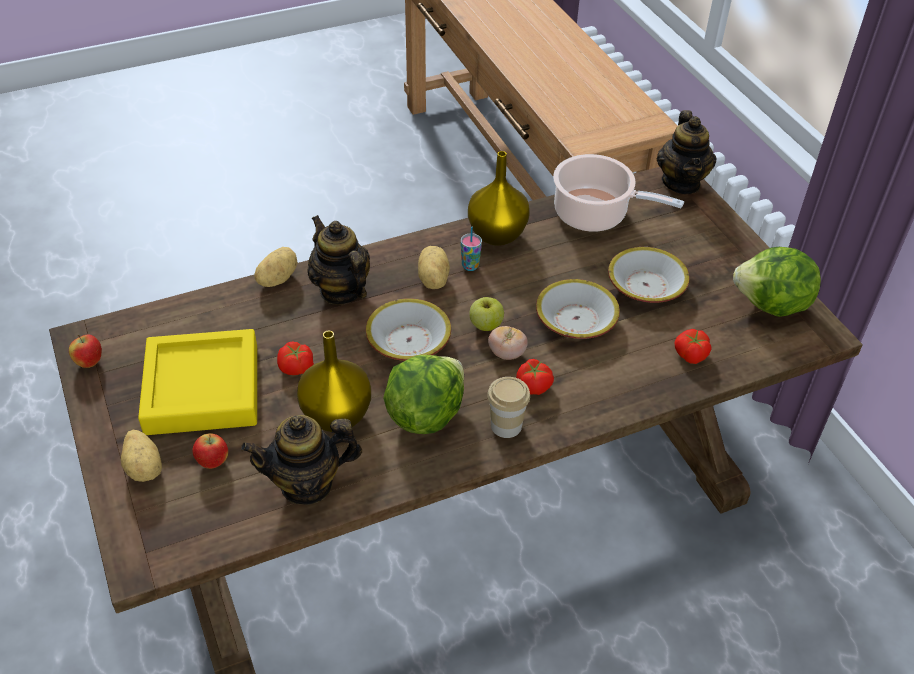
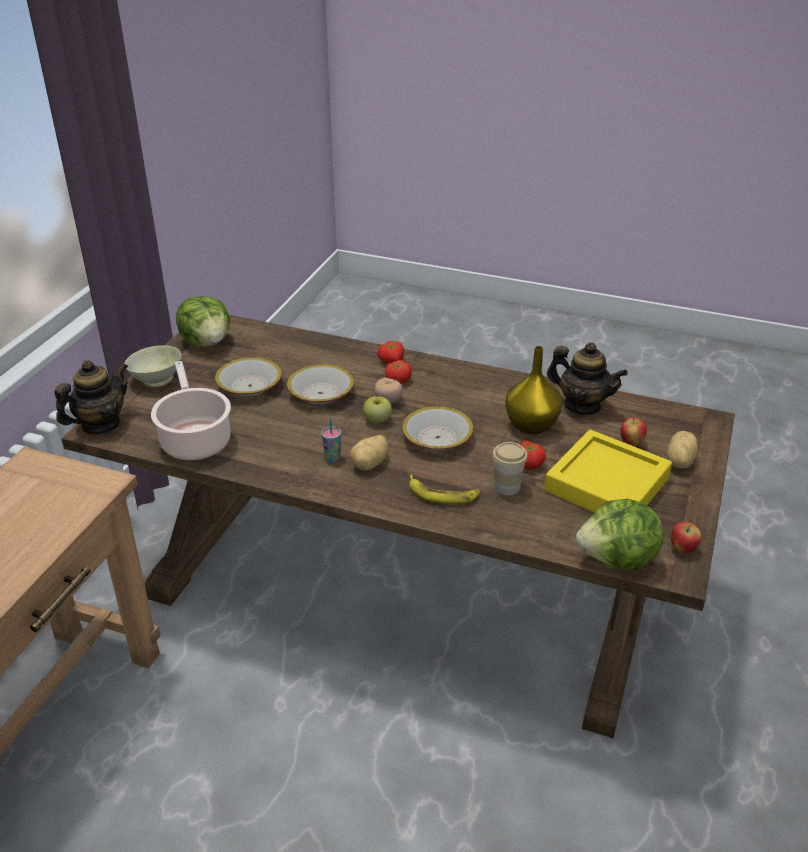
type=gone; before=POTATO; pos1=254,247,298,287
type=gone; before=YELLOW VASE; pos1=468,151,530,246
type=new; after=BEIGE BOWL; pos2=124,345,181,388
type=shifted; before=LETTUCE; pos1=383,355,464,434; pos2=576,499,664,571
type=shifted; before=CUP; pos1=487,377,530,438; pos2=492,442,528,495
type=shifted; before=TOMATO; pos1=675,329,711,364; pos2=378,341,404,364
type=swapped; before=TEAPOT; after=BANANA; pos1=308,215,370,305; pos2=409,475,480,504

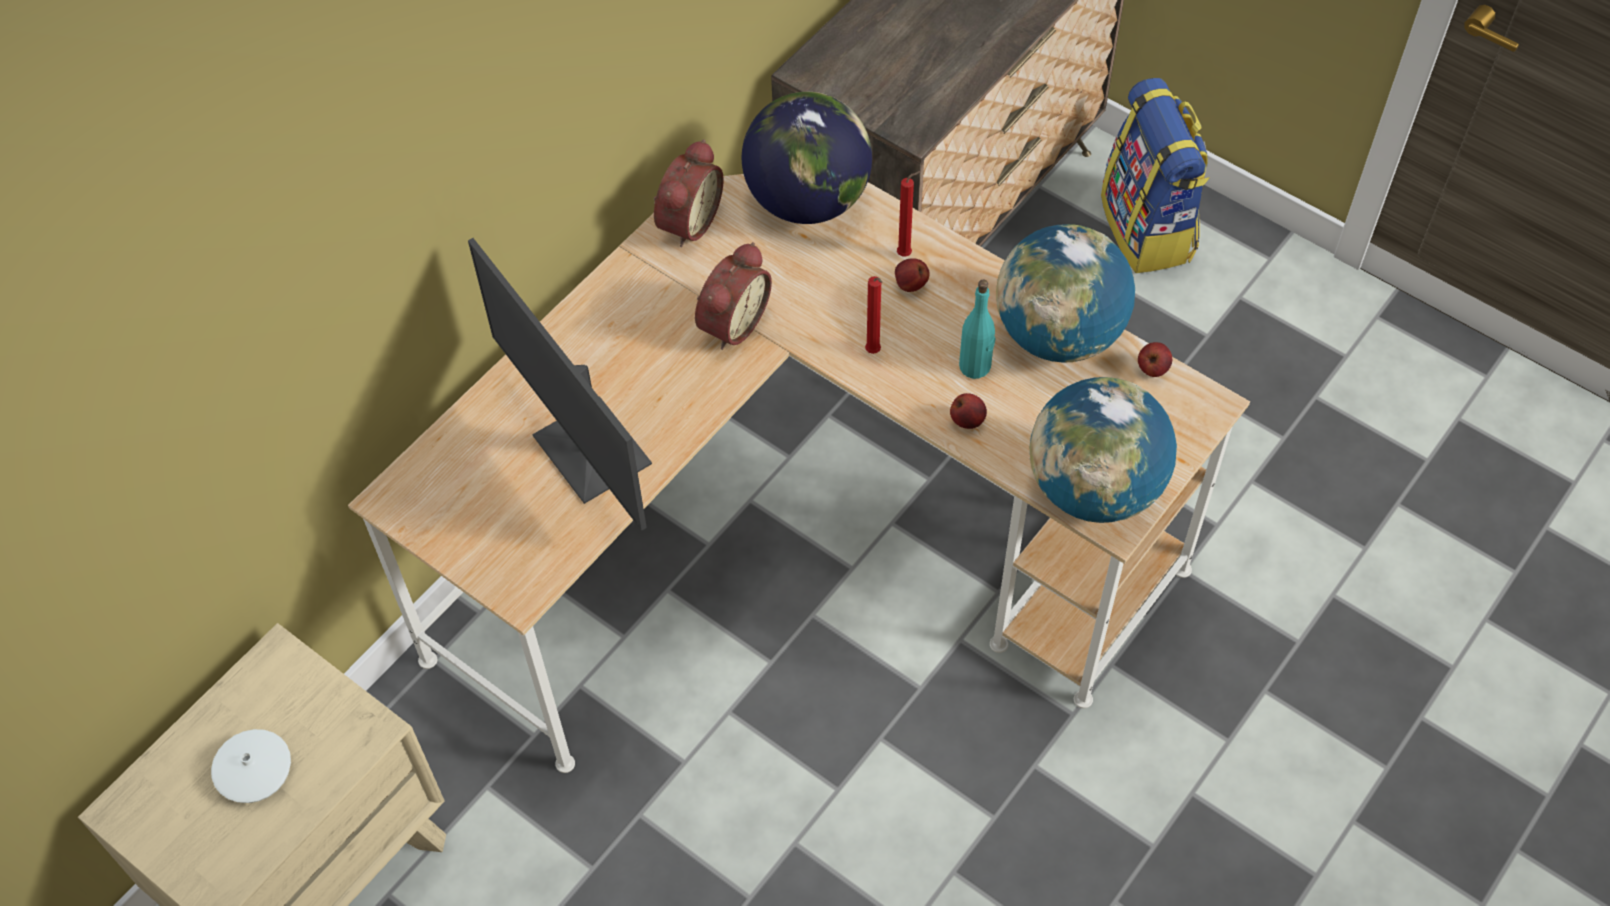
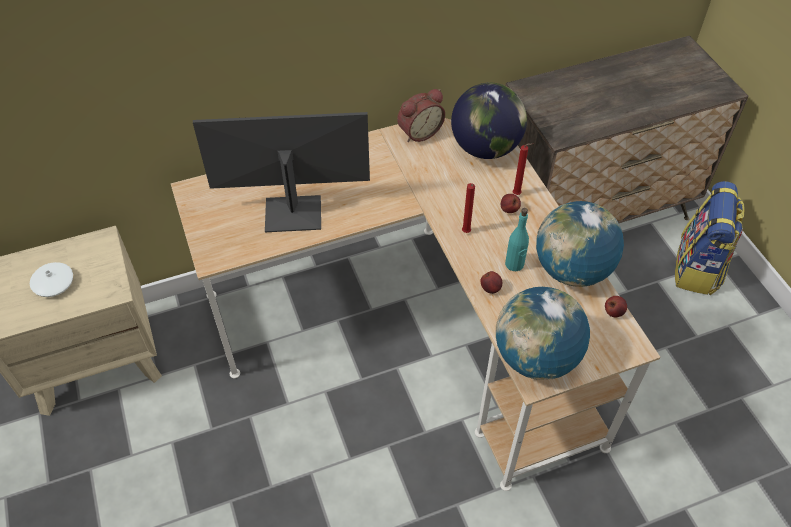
type=gone; before=ALARM CLOCK; pos1=695,242,772,350
type=rotated; before=MONITOR; pos1=468,238,652,531; pos2=193,112,370,232; turn=90

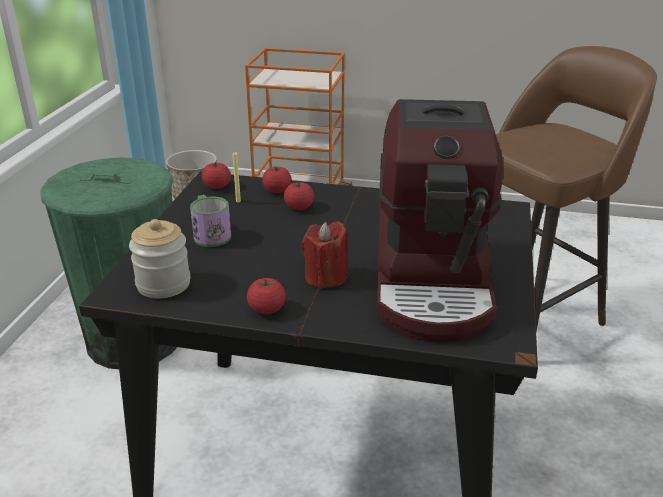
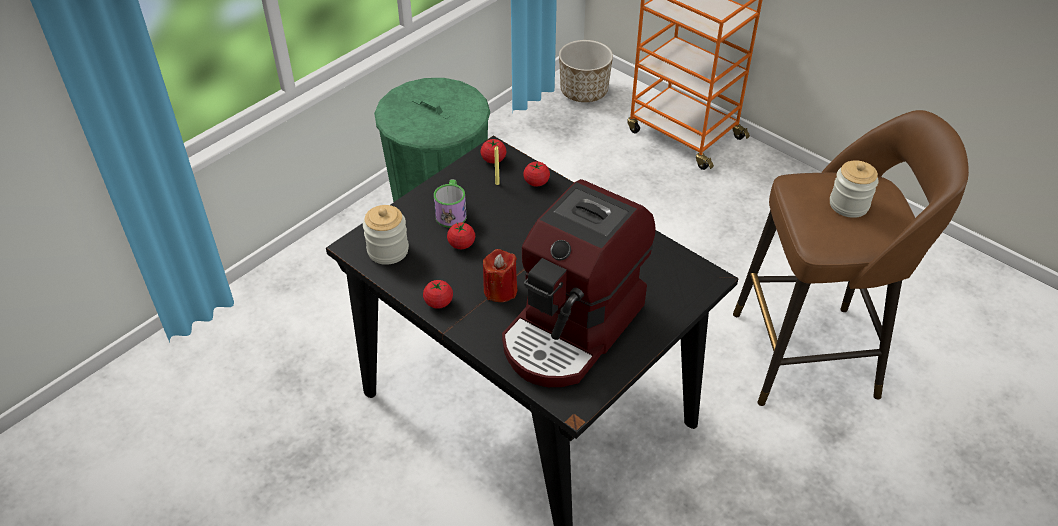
type=new; after=JAR; pos2=830,160,879,218
type=shifted; before=TOMATO; pos1=284,181,314,210; pos2=447,223,475,249

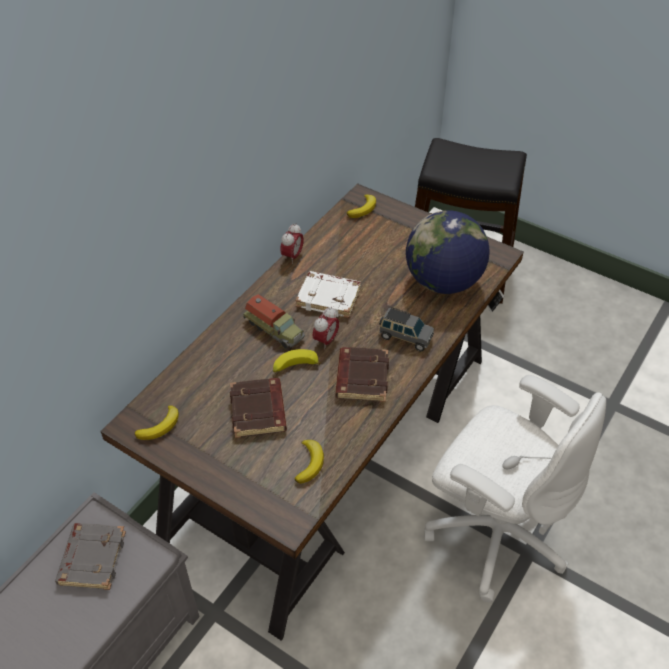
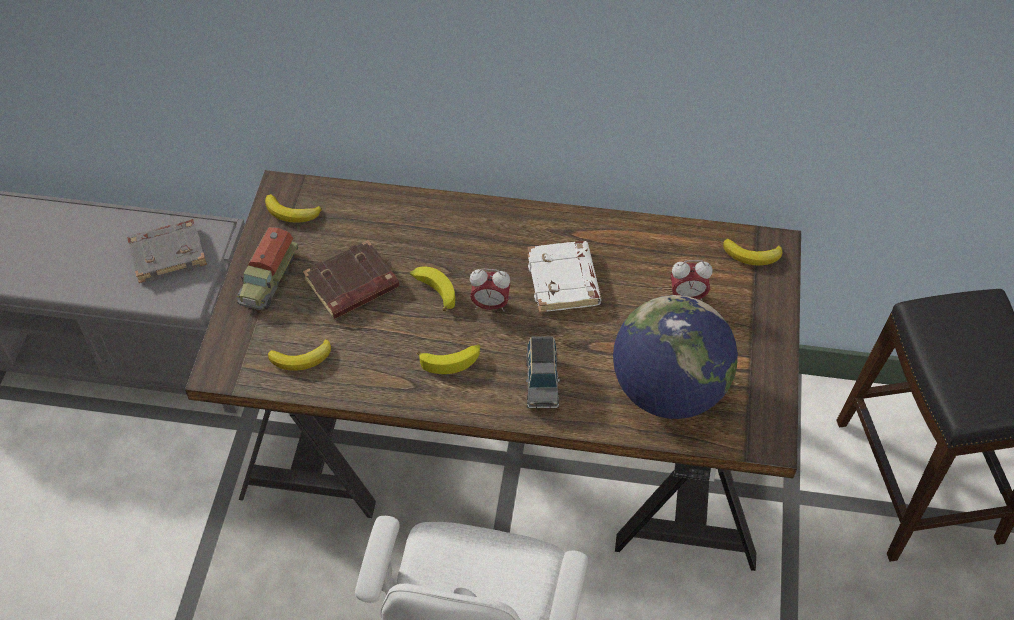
type=shifted; before=TOY TRUCK; pos1=243,294,305,349; pos2=237,227,298,310
type=shifted; before=ALARM CLOCK; pos1=280,223,304,264; pos2=670,260,713,301
type=swapped; before=BROWN BOOK; after=BANANA; pos1=335,347,389,402; pos2=417,344,480,374

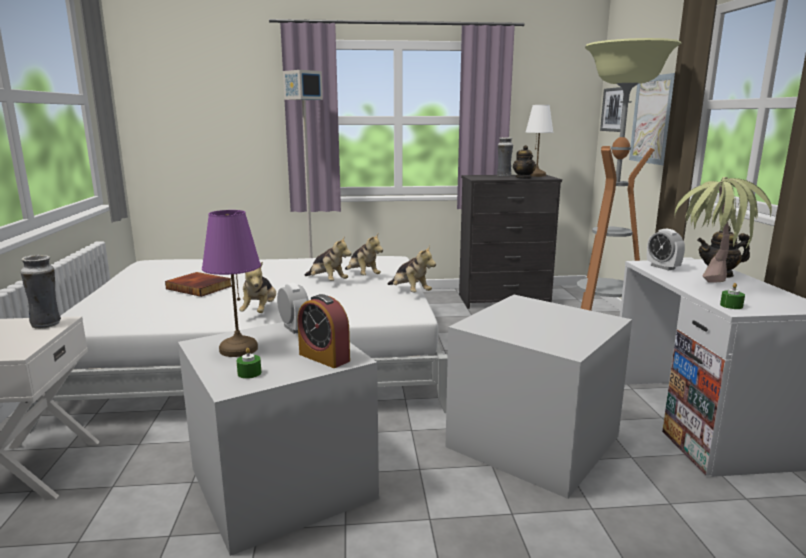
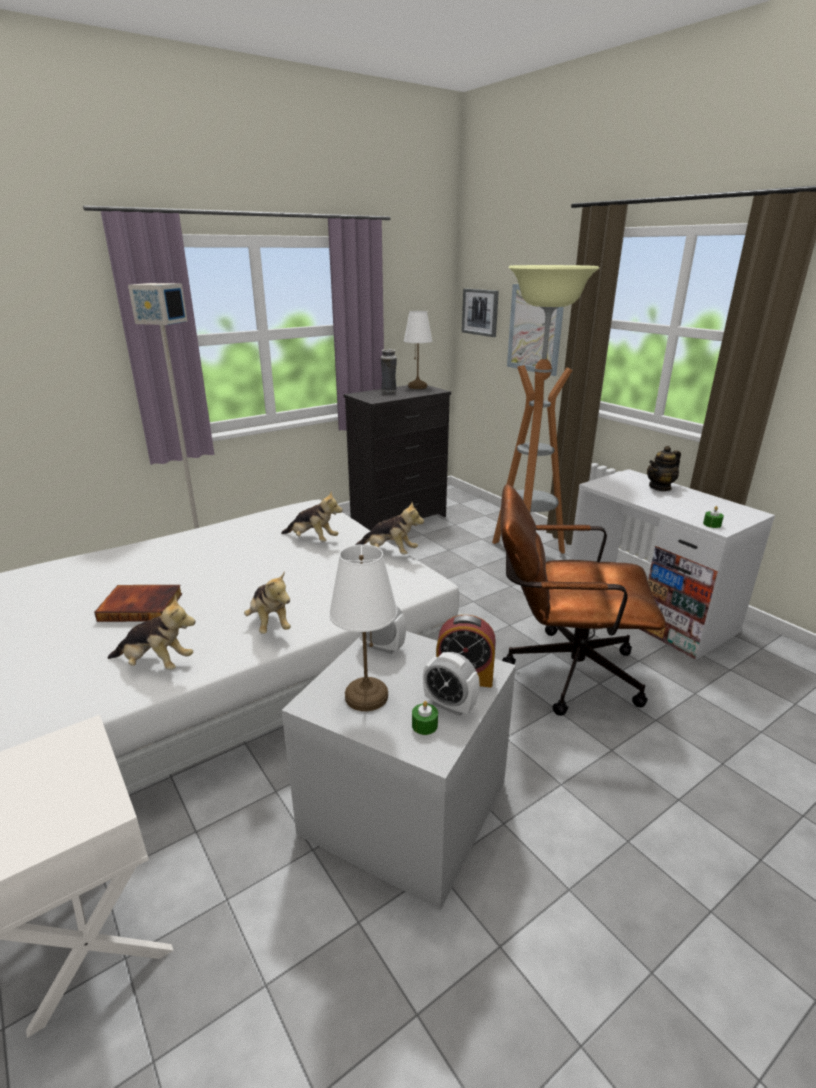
type=gone; before=VASE; pos1=21,255,61,329
type=gone; before=TEAPOT; pos1=513,145,536,179
type=gone; before=POTTED PLANT; pos1=675,177,772,283
type=shifted; before=PLUSH TOY; pos1=304,238,352,281; pos2=108,595,196,670
type=shifted; before=ALARM CLOCK; pos1=647,228,685,270; pos2=423,652,480,716
type=swapped; before=GREY STORAGE BOX; after=BROWN OFFICE CHAIR; pos1=446,295,632,499; pos2=501,484,666,716
type=repainted; before=PURPLE TABLE LAMP; after=WHITE TABLE LAMP; pos1=202,210,261,357; pos2=329,544,397,711

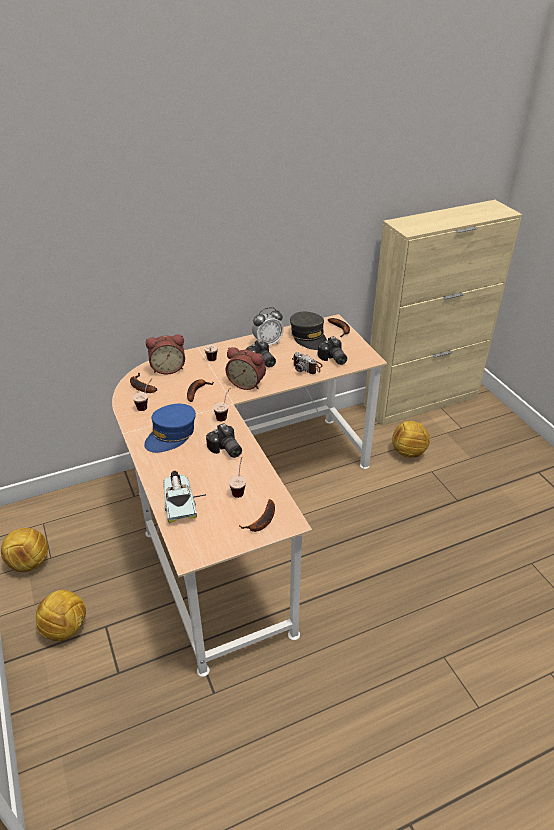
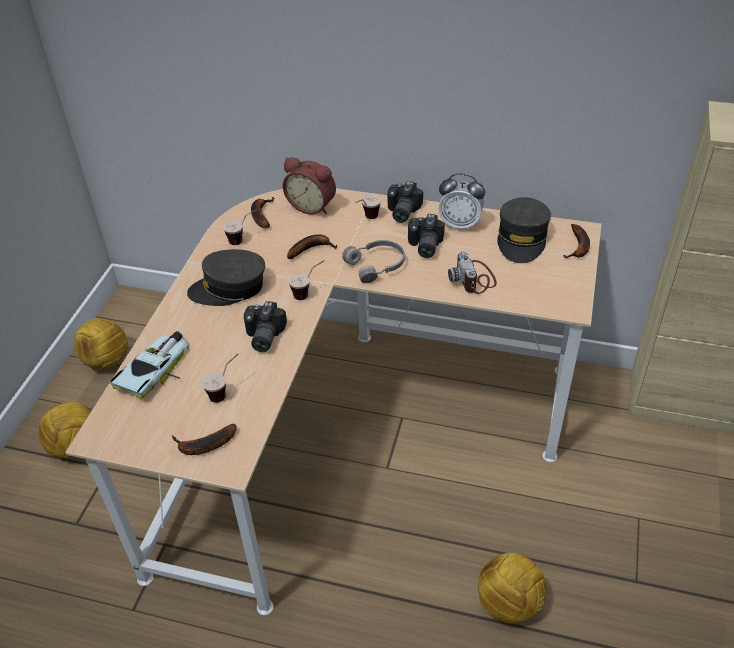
type=shifted; before=PHOTO CAMERA; pos1=318,336,347,365; pos2=388,181,423,223
type=shifted; before=FOOTBALL; pos1=392,421,430,458; pos2=478,552,547,624
type=swapped; before=ALARM CLOCK; after=GREY HEADPHONES; pos1=226,347,266,390; pos2=342,240,405,283
type=repainted; before=BLUE CAP; after=GREY CAP; pos1=144,404,196,453; pos2=187,249,265,306

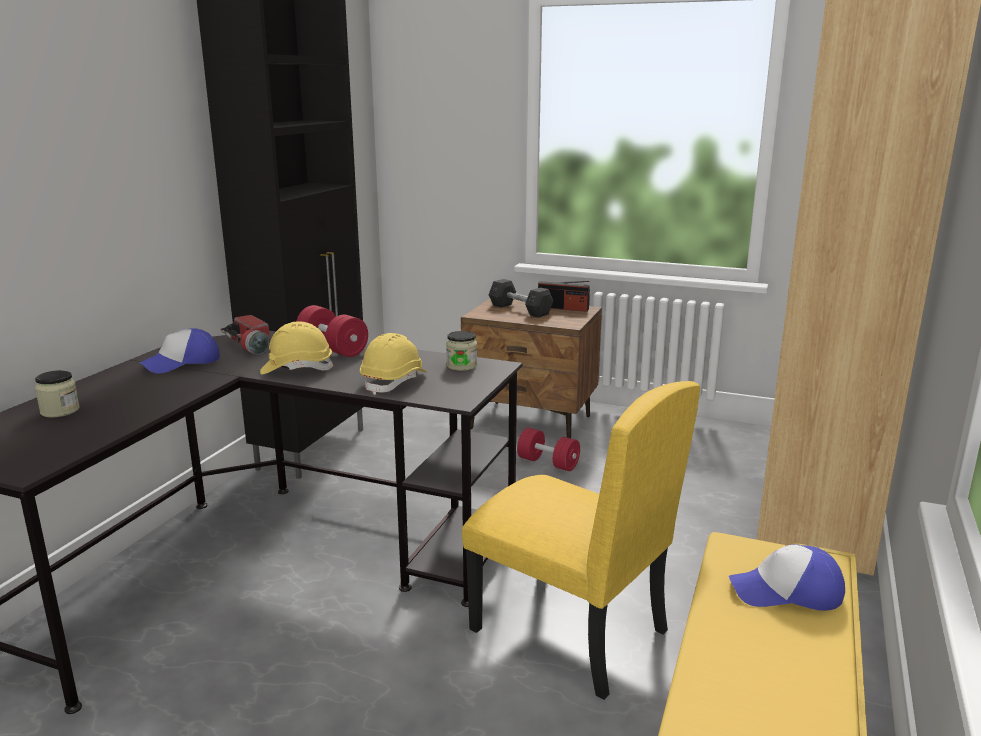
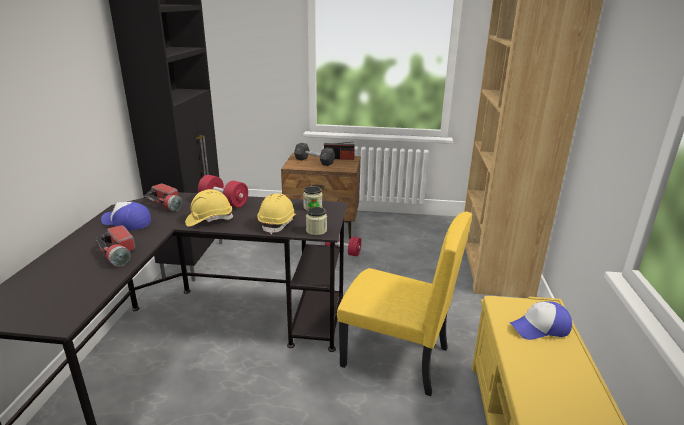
type=new; after=FLASHLIGHT; pos2=95,225,135,266
type=shifted; before=JAR; pos1=35,370,80,418; pos2=306,207,327,235
type=rotated; before=CAP; pos1=140,328,220,373; pos2=101,202,151,230; turn=75

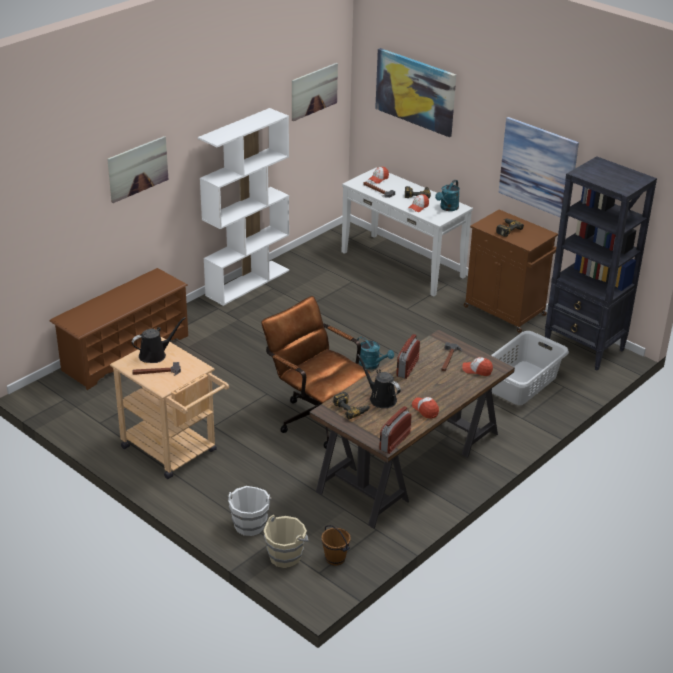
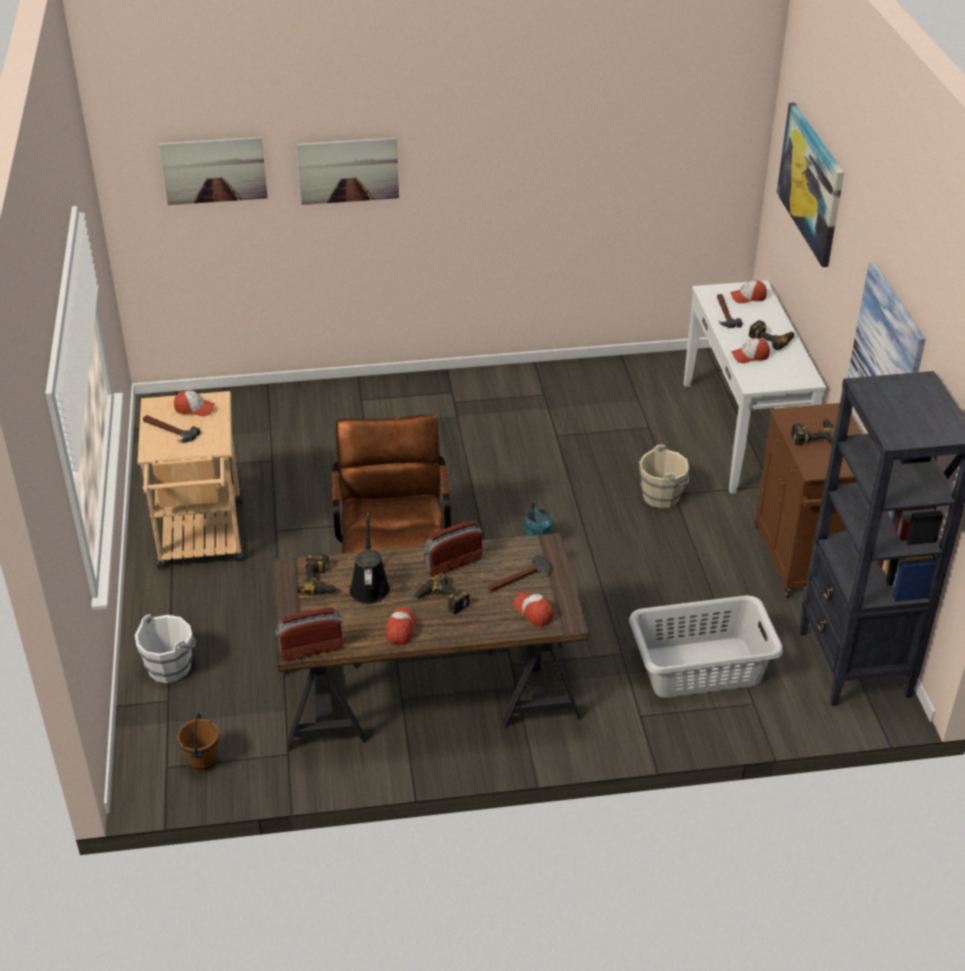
type=gone; before=BROWN SHOE RACK; pos1=50,268,188,390
type=gone; before=WHITE BOOKCASE; pos1=198,108,289,306
type=gone; before=TURQUOISE WATERING CAN; pos1=435,180,460,211
type=new; after=POWER DRILL; pos2=414,573,470,614
type=shifted; before=BEIGE BUCKET; pos1=264,515,309,568; pos2=639,444,689,508
type=shifted; before=PICTURE; pos1=292,63,338,121; pos2=159,137,268,205
type=swapped; before=BLACK WATERING CAN; after=CAP; pos1=132,317,185,363; pos2=174,390,215,416

